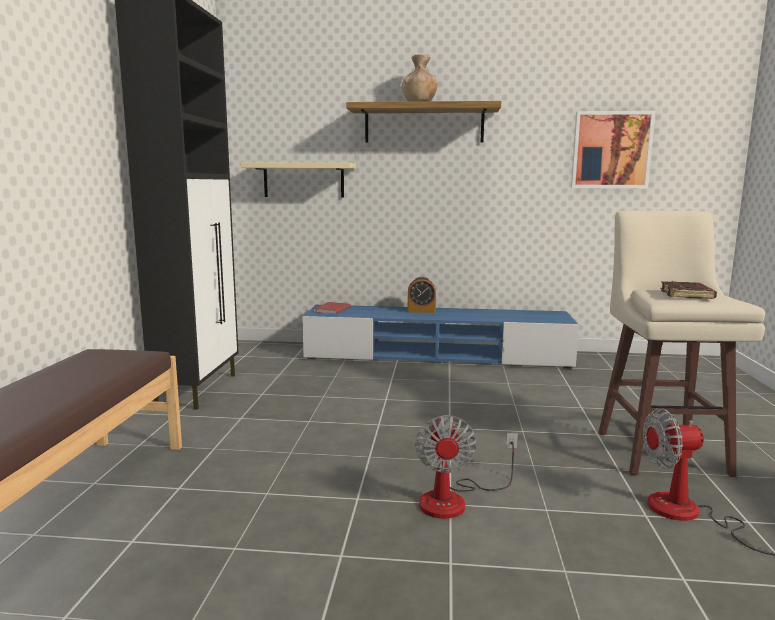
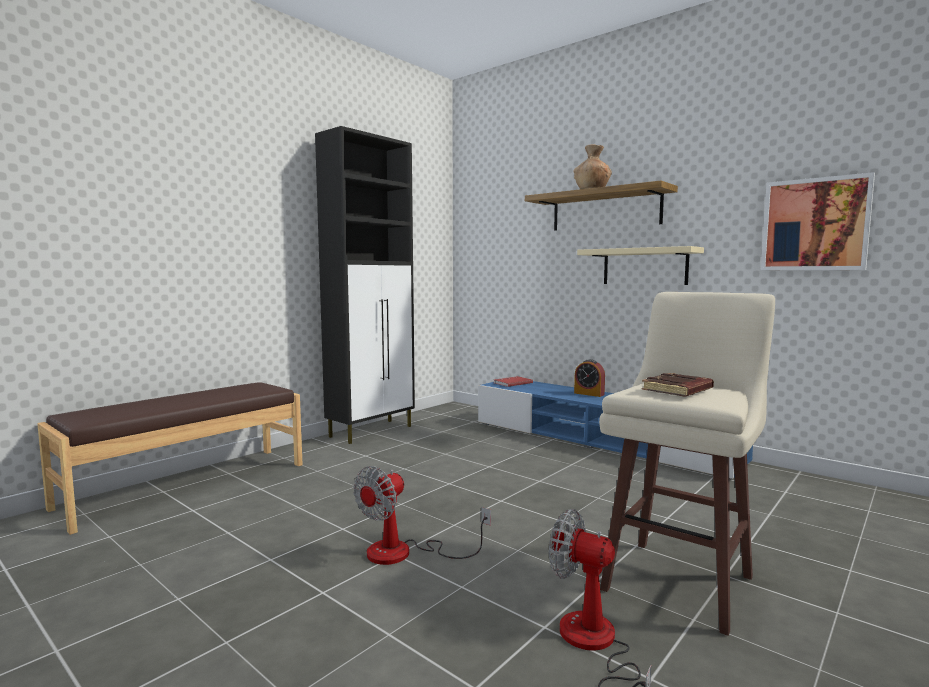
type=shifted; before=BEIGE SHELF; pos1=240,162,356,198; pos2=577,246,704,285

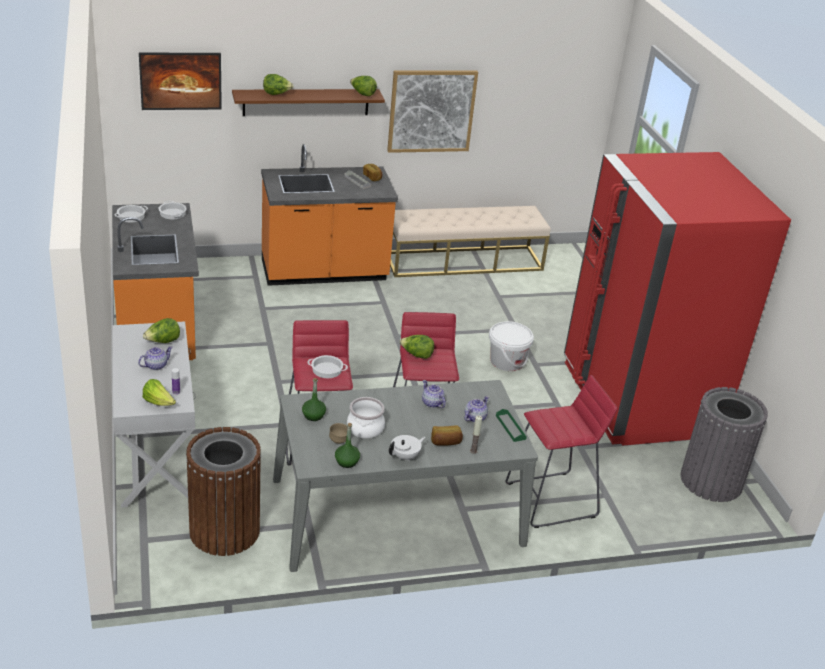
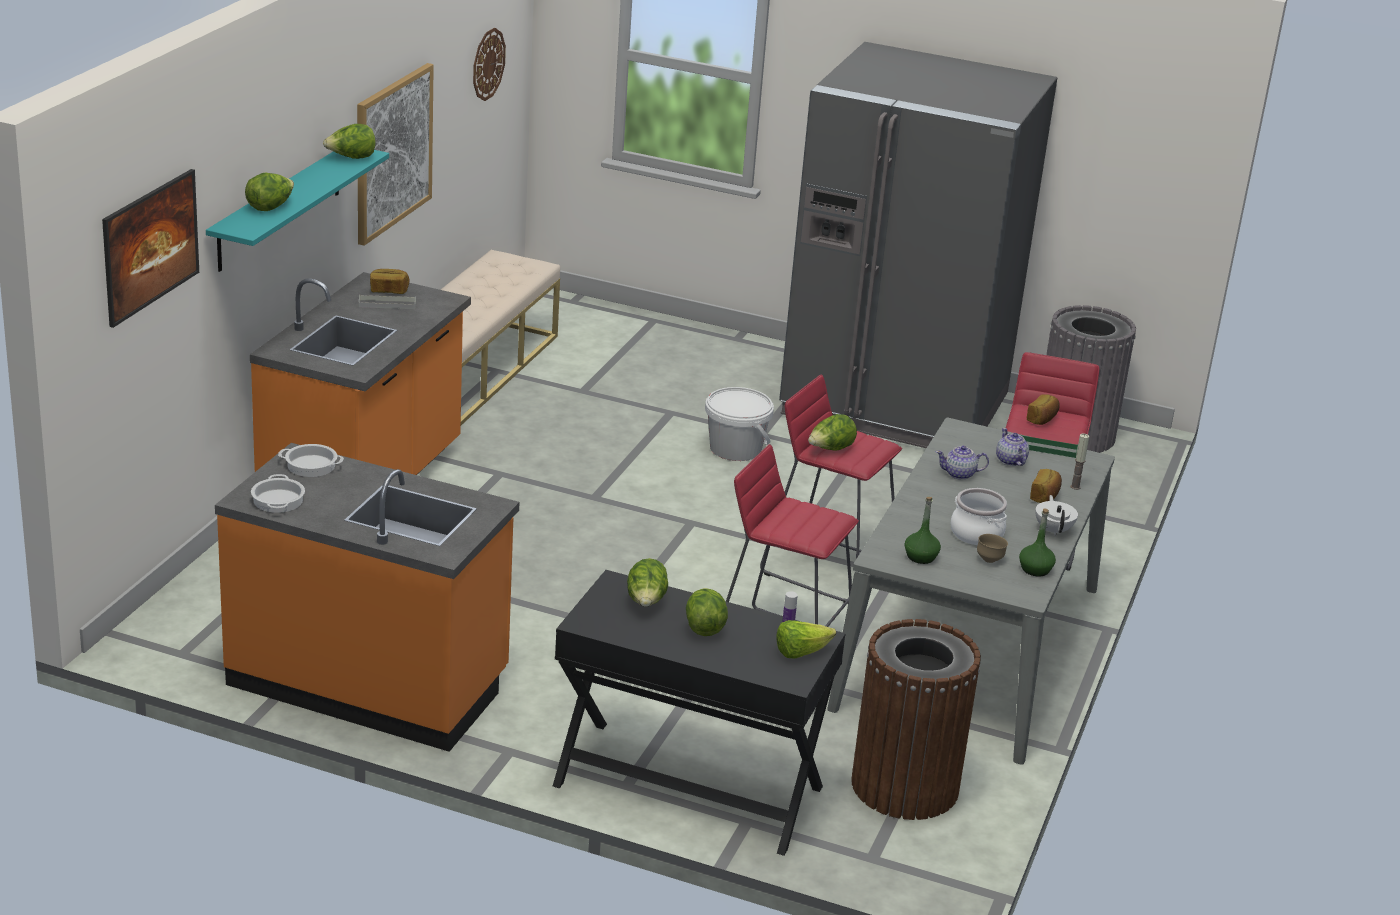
type=gone; before=COOKING POT; pos1=307,355,348,378
type=new; after=WALL CLOCK; pos2=473,28,506,101
type=new; after=BREAD; pos2=1027,395,1060,425
type=swapped; before=TEAPOT; after=LETTUCE; pos1=138,346,173,370; pos2=686,588,728,636
type=repainted; before=WHITE CONSOLE TABLE; after=BLACK CONSOLE TABLE; pos1=112,321,196,508; pos2=553,570,846,856
type=repainted; before=BROWN SHELF; after=TURQUOISE SHELF; pos1=232,89,385,116; pos2=206,150,389,272
type=repainted; before=RED FRIDGE; after=GREY FRIDGE; pos1=564,152,791,446; pos2=779,42,1057,448

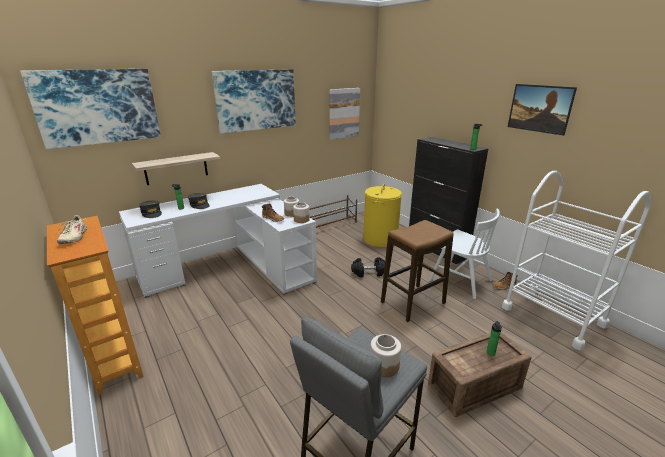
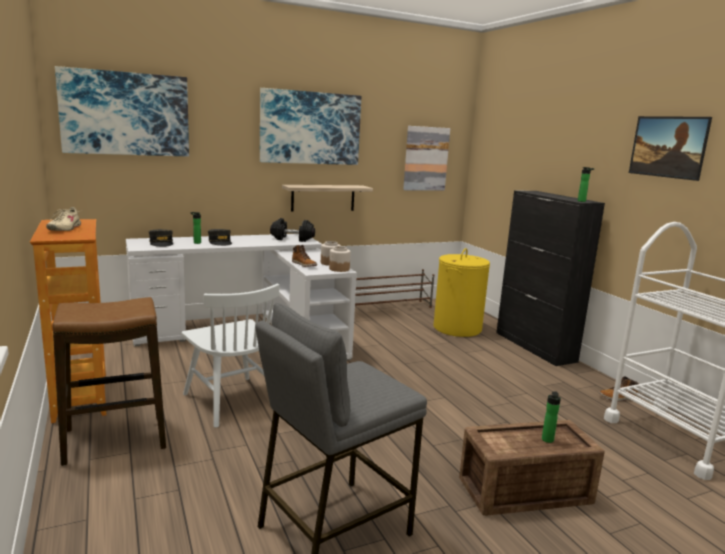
type=gone; before=JAR; pos1=370,334,401,377
type=shifted; before=SHELF; pos1=132,152,220,185; pos2=282,185,373,212
type=shifted; before=BLACK DUMBBELL; pos1=351,257,385,277; pos2=270,218,315,242
type=shifted; before=STOOL; pos1=381,220,454,322; pos2=52,297,166,466
type=shifted; before=WHITE CHAIR; pos1=429,208,500,299; pos2=181,284,280,428

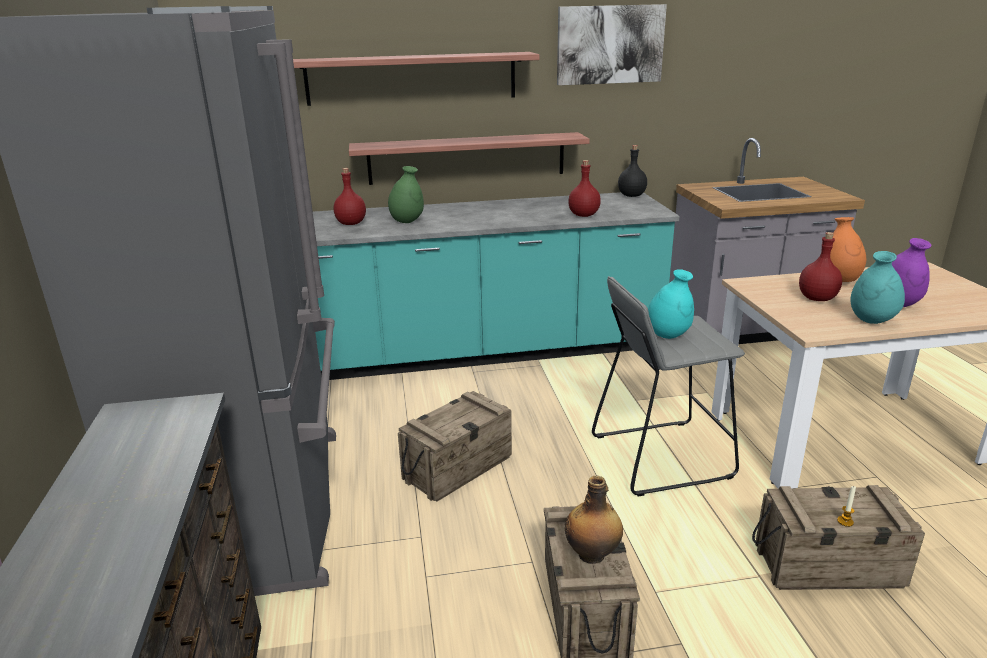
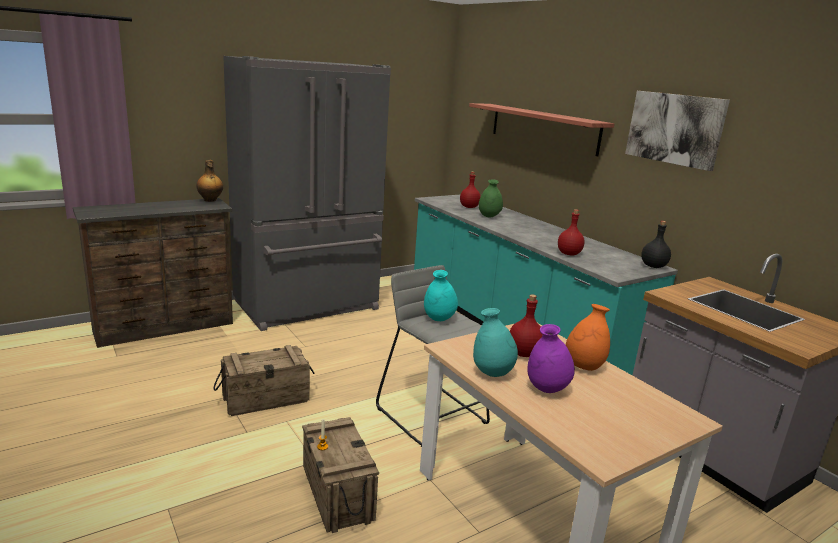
type=gone; before=SHELF; pos1=349,132,590,185
type=gone; before=CRATE; pos1=398,391,512,501
type=shifted; before=BOTTLE; pos1=565,476,623,564; pos2=196,160,223,202

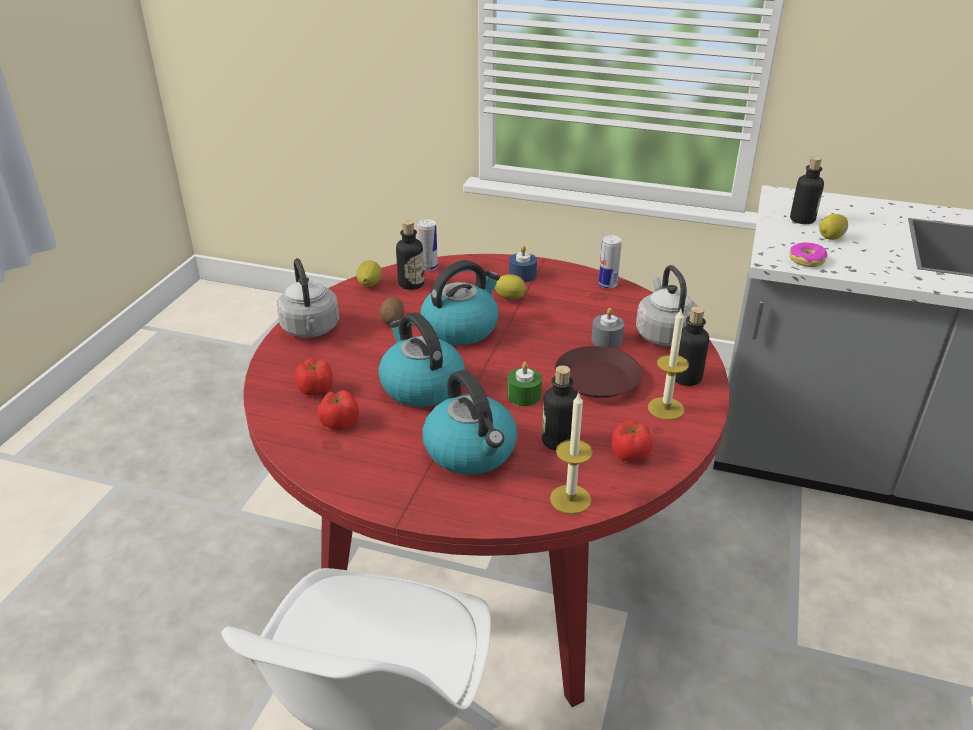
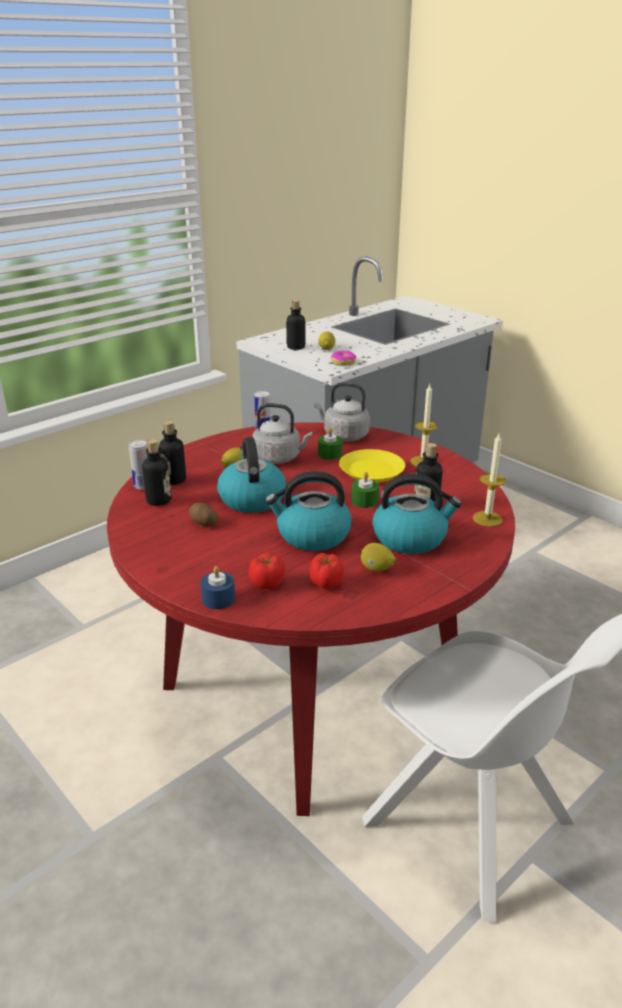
type=gone; before=TOMATO; pos1=612,420,652,461
type=shifted; before=GREY KETTLE; pos1=277,258,339,338; pos2=252,403,312,464
type=shifted; before=LEMON; pos1=356,260,382,287; pos2=361,543,396,571
type=shifted; before=BLUE CANDLE; pos1=509,246,537,282; pos2=200,566,235,609
type=shifted; before=BOTTLE; pos1=675,306,709,386; pos2=159,421,186,485
type=repainted; before=BROWN PLATE; after=YELLOW PLATE; pos1=555,346,642,398; pos2=339,449,405,483
type=repainted; before=GREY CANDLE; after=GREEN CANDLE; pos1=591,308,624,348; pos2=318,428,343,460

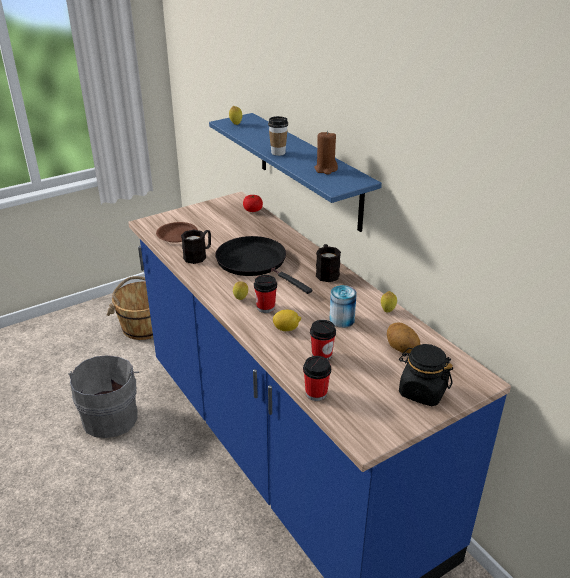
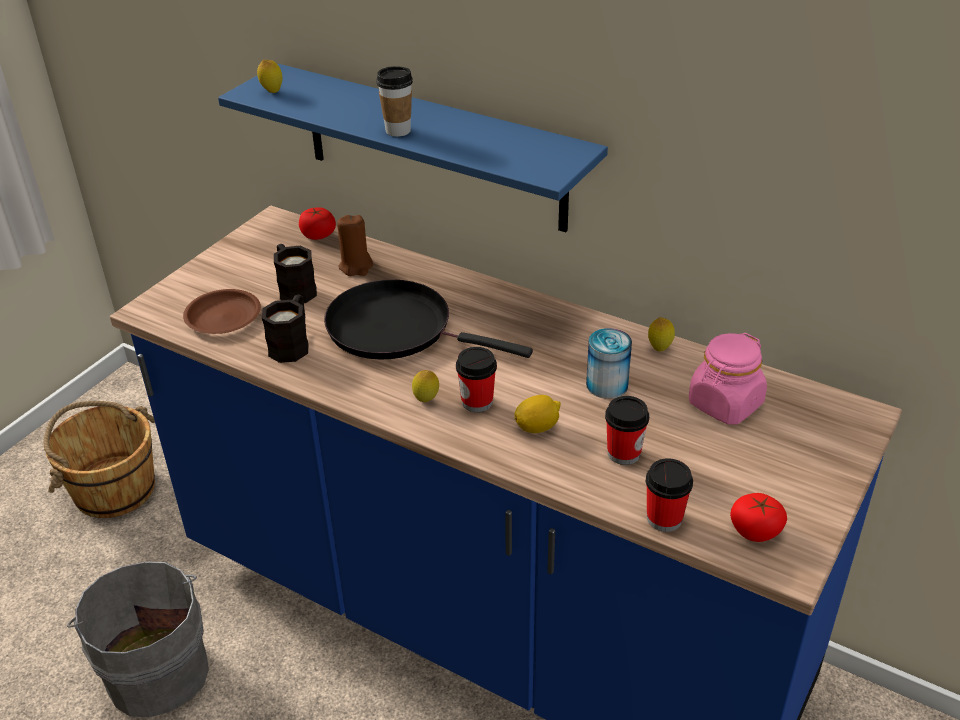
type=gone; before=BLACK JAR; pos1=399,344,453,406
type=new; after=TOMATO; pos2=730,493,787,542
type=shifted; before=BROWN CANDLE; pos1=314,131,338,175; pos2=337,215,373,276
type=shifted; before=BLACK MUG; pos1=316,244,341,282; pos2=274,244,317,303
type=swapped; before=POTATO; after=PINK JAR; pos1=387,323,420,353; pos2=689,333,767,425

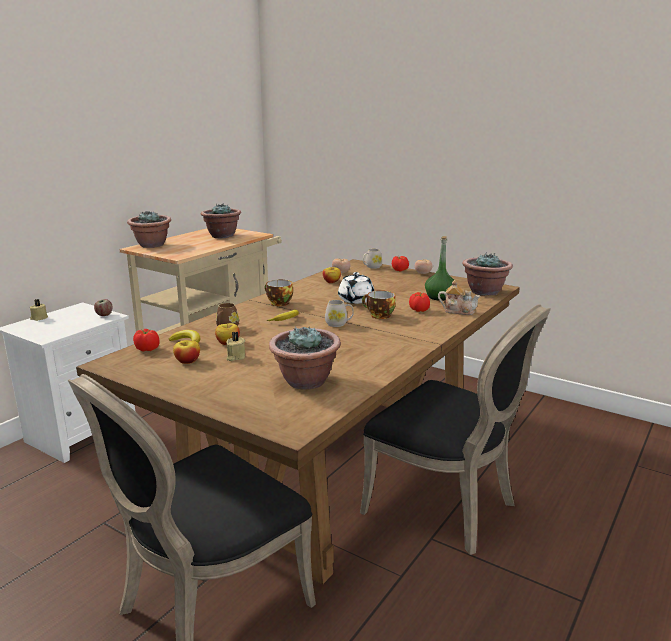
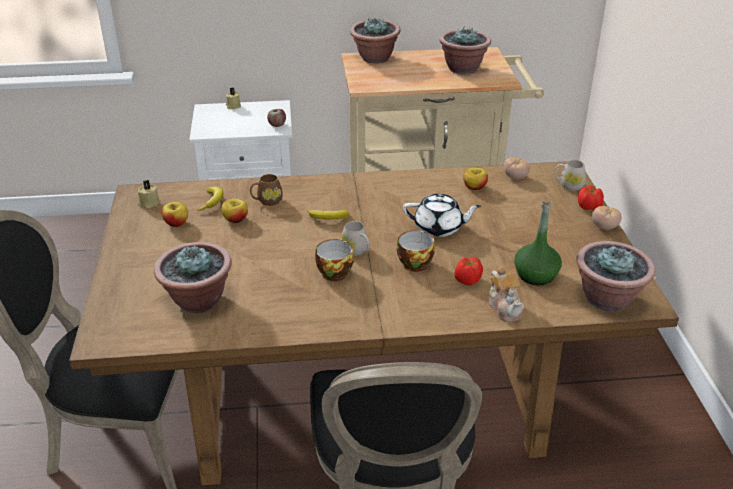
type=gone; before=TOMATO; pos1=133,329,159,351
type=shifted; before=BEIGE CANDLE; pos1=226,331,245,361; pos2=137,180,160,209
type=shifted; before=CUP; pos1=265,280,293,306; pos2=315,239,354,281
type=rotated; before=WHITE TEAPOT; pos1=338,272,374,304; pos2=403,194,481,237; turn=-150

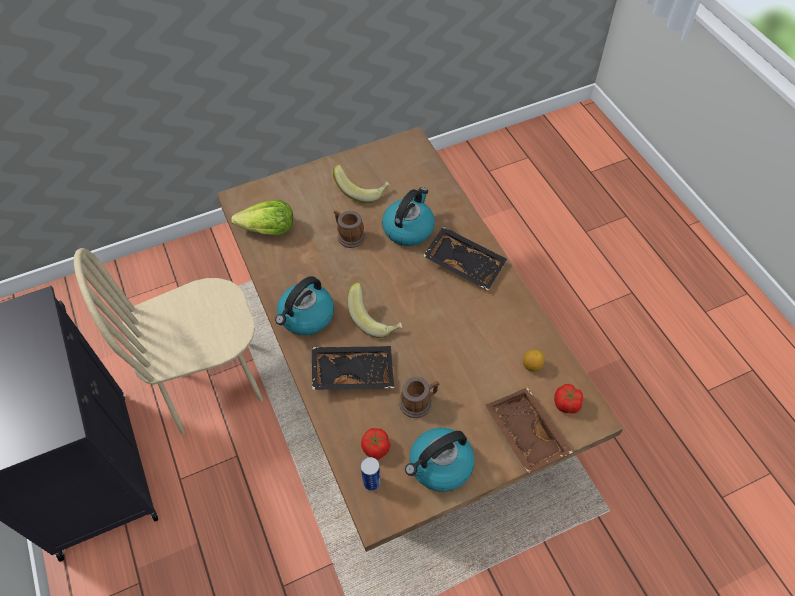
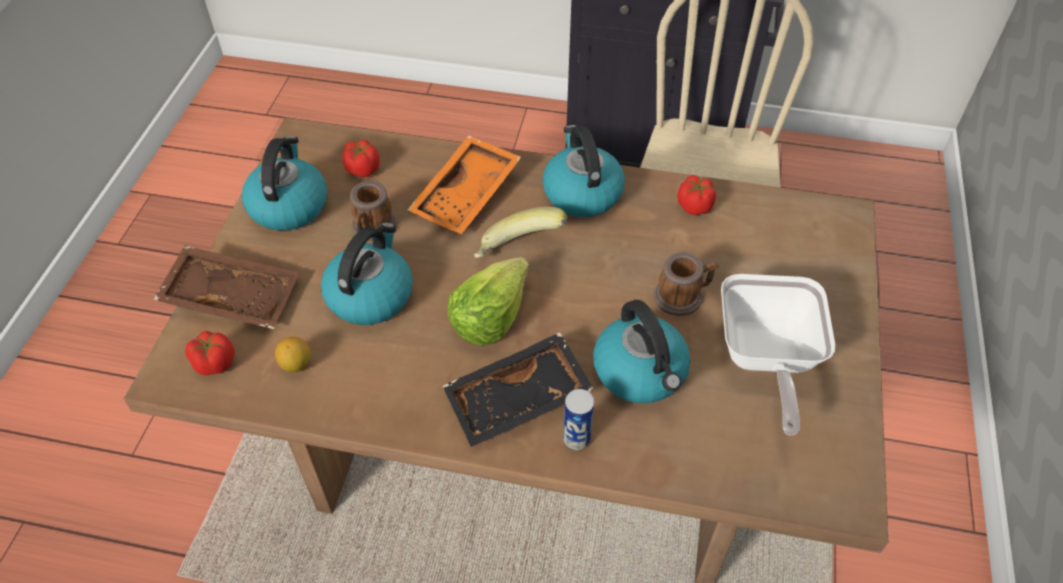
type=new; after=KETTLE; pos2=321,222,413,325
type=new; after=TOMATO; pos2=677,175,716,215
type=shifted; before=LETTUCE; pos1=231,200,293,235; pos2=447,257,529,346
type=shifted; before=CAN; pos1=361,457,381,491; pos2=563,389,594,450
type=swapped; before=BANANA; after=FRYING PAN; pos1=333,165,390,203; pos2=721,274,835,435
type=repainted; before=BLACK TRAY; after=ORANGE TRAY; pos1=312,346,394,390; pos2=408,135,521,234

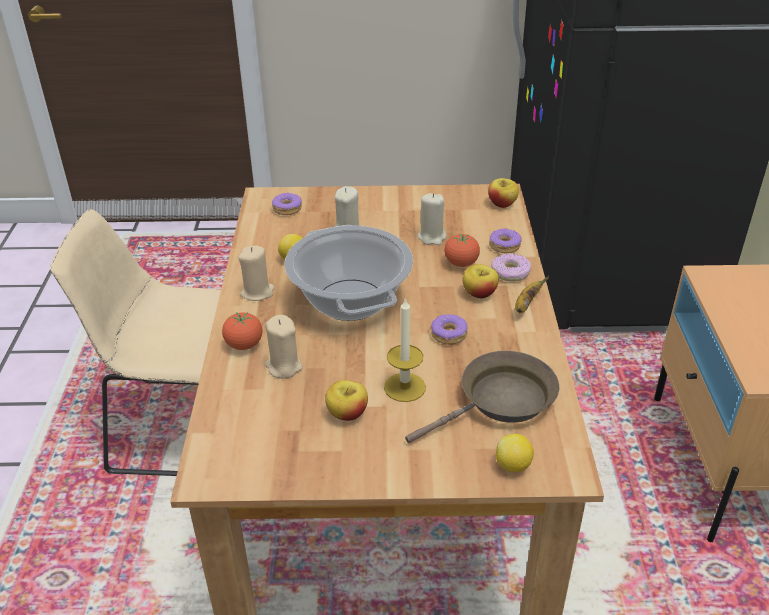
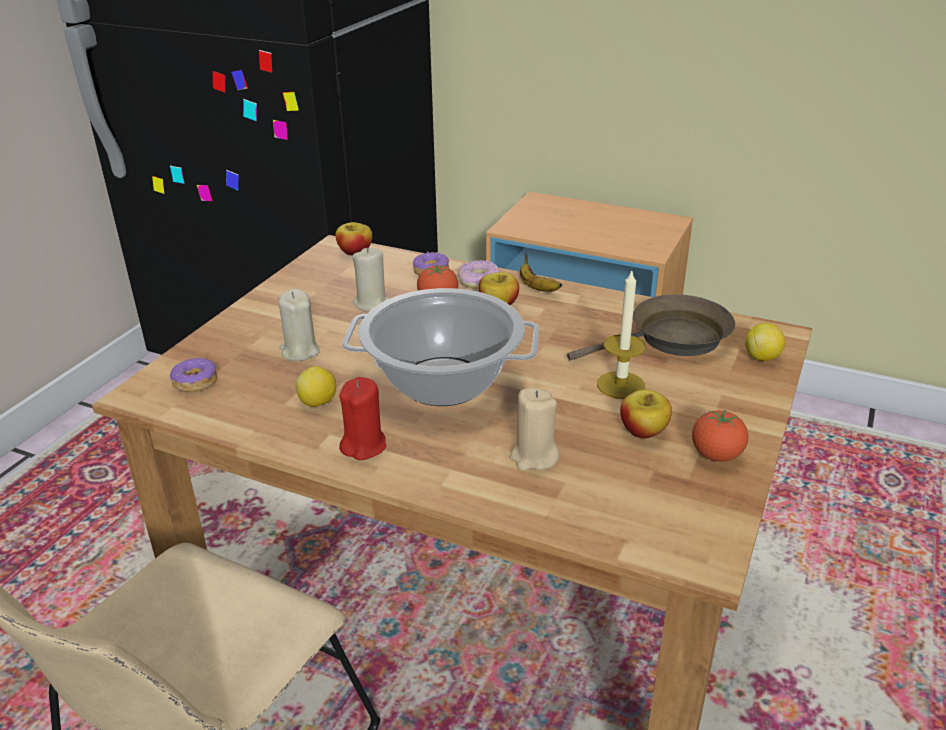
type=gone; before=DONUT; pos1=431,314,468,345
type=shifted; before=TOMATO; pos1=222,312,262,350; pos2=692,410,748,462
type=repainted; before=BEIGE CANDLE; after=RED CANDLE; pos1=238,245,275,301; pos2=339,377,386,460
type=rotated; before=BROWN FRYING PAN; pos1=405,351,559,443; pos2=567,294,735,360; turn=75

